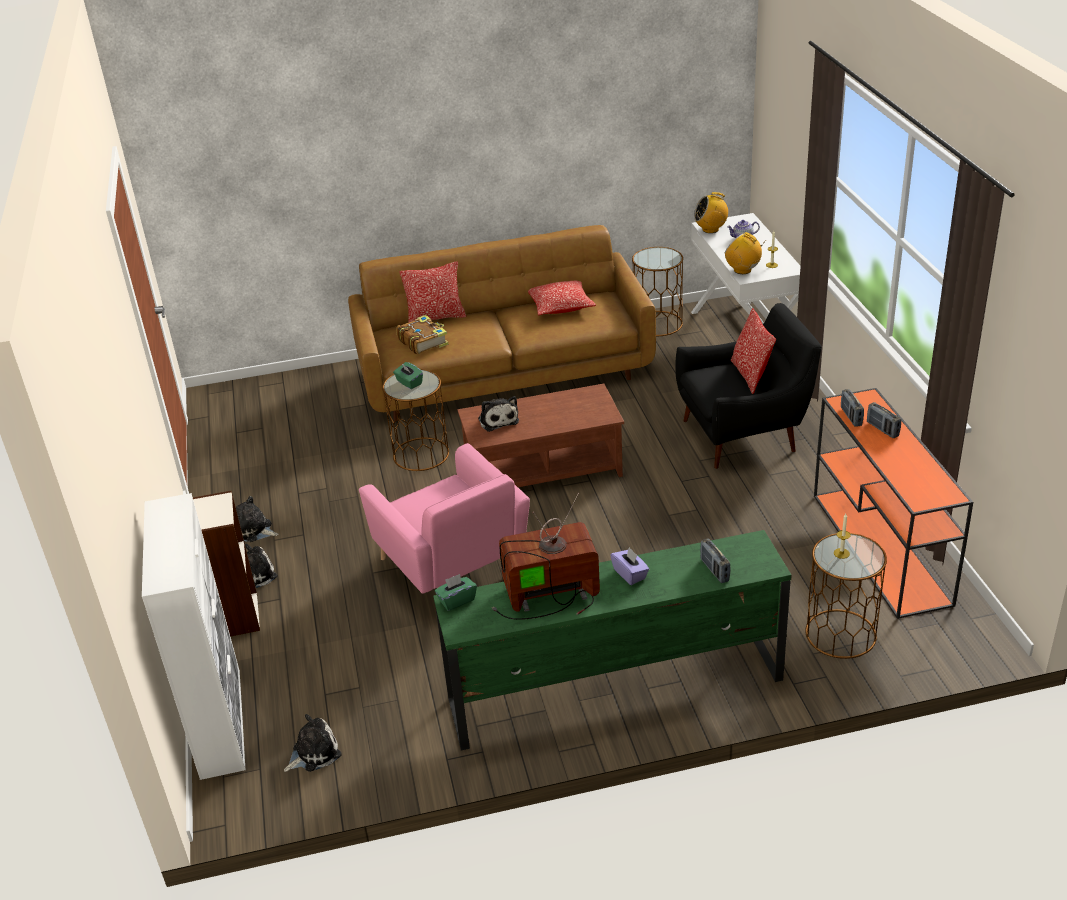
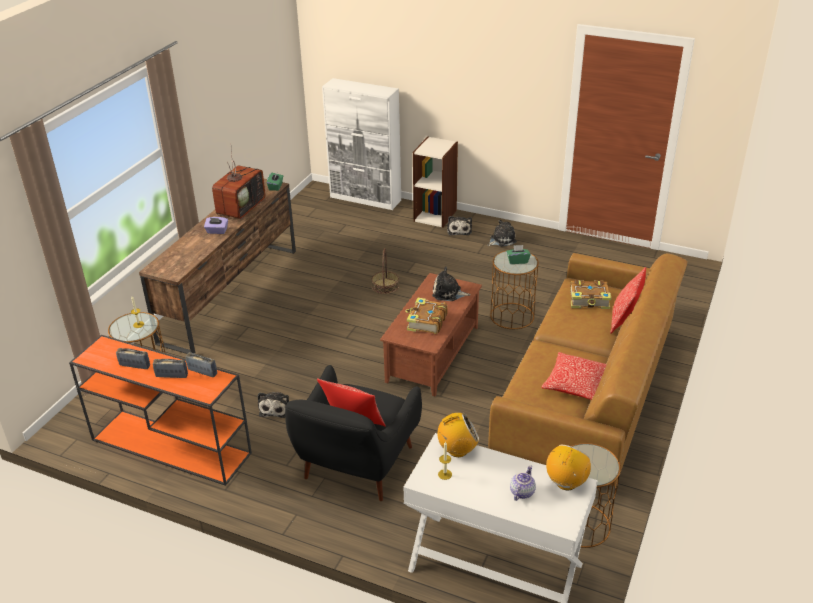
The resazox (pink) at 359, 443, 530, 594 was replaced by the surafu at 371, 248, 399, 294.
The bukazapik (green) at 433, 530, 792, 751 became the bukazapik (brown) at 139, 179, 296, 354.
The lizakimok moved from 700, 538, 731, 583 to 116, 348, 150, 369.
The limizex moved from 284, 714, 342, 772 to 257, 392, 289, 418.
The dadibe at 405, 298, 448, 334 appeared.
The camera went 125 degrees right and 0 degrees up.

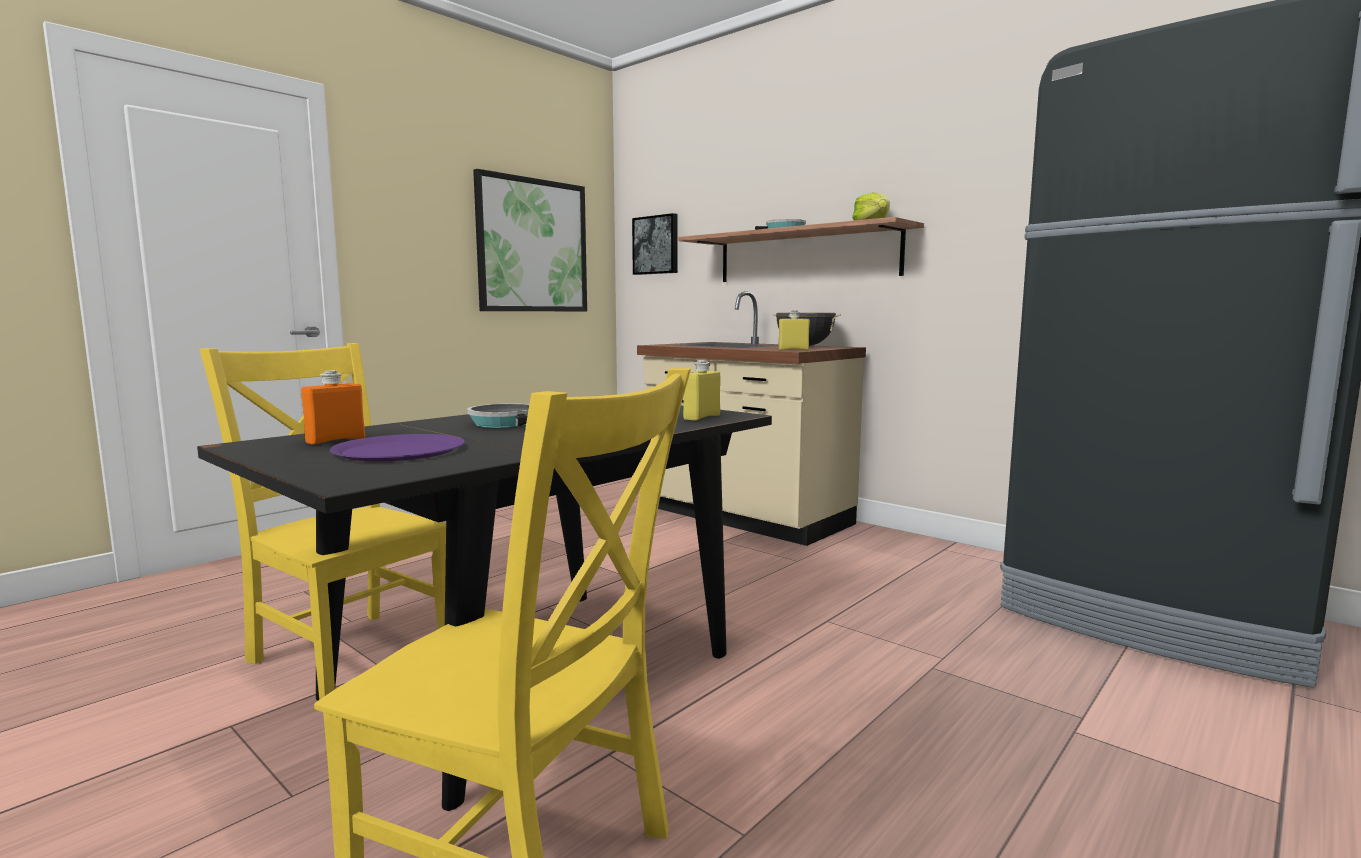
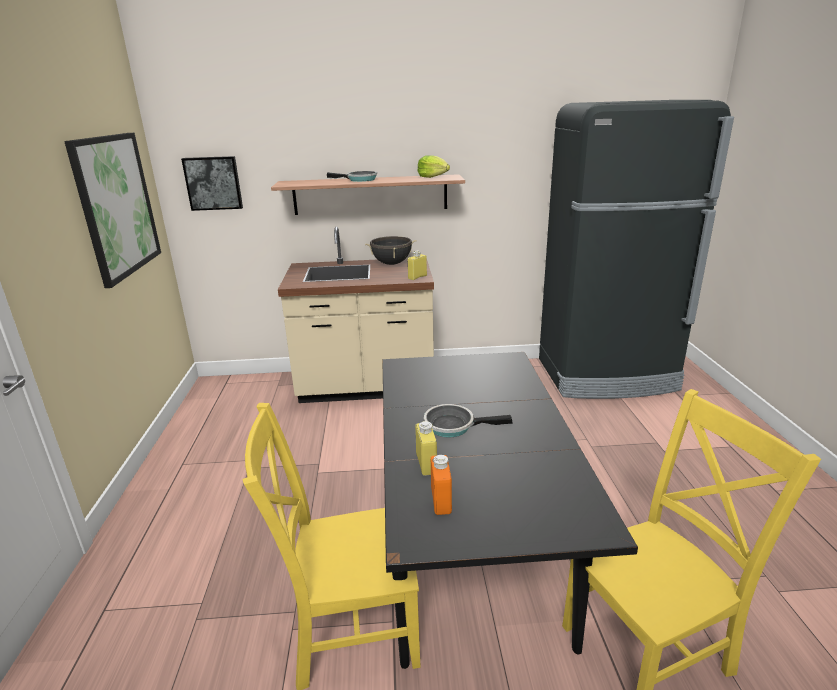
The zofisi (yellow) moved from 683, 360, 720, 421 to 415, 421, 437, 476.
The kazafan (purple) at 330, 434, 465, 461 disappeared.
The camera went 45 degrees left and 15 degrees up.

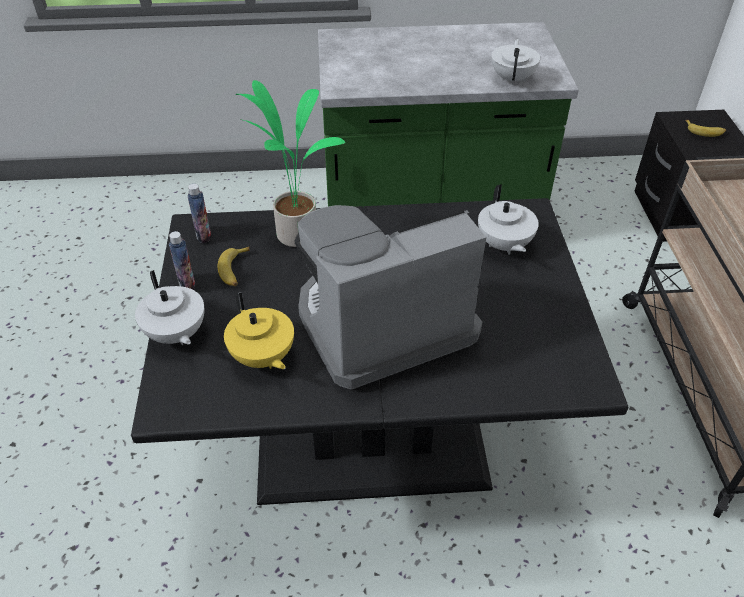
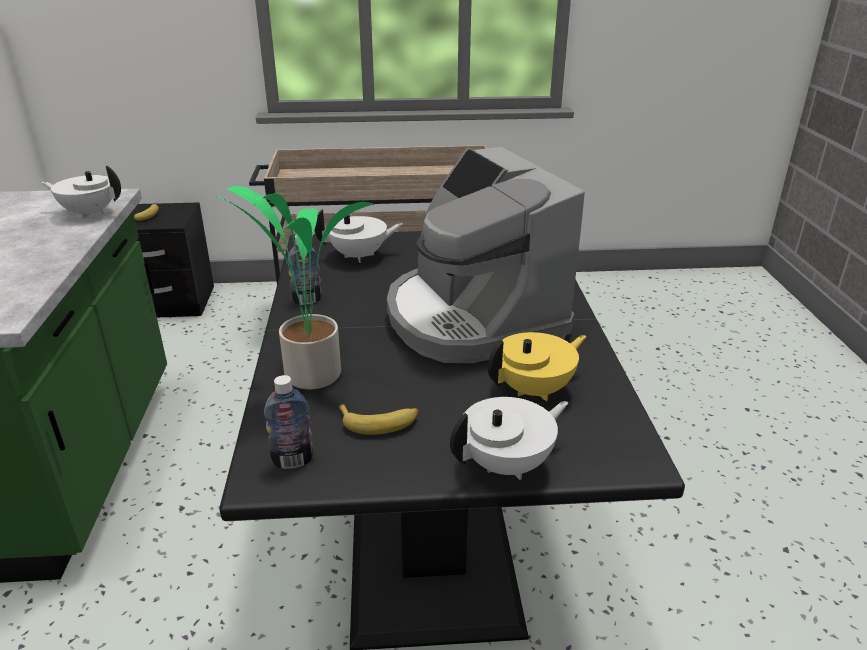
The zofisi moved from 169, 231, 195, 290 to 288, 235, 322, 305.
The camera went 90 degrees left and 15 degrees down.

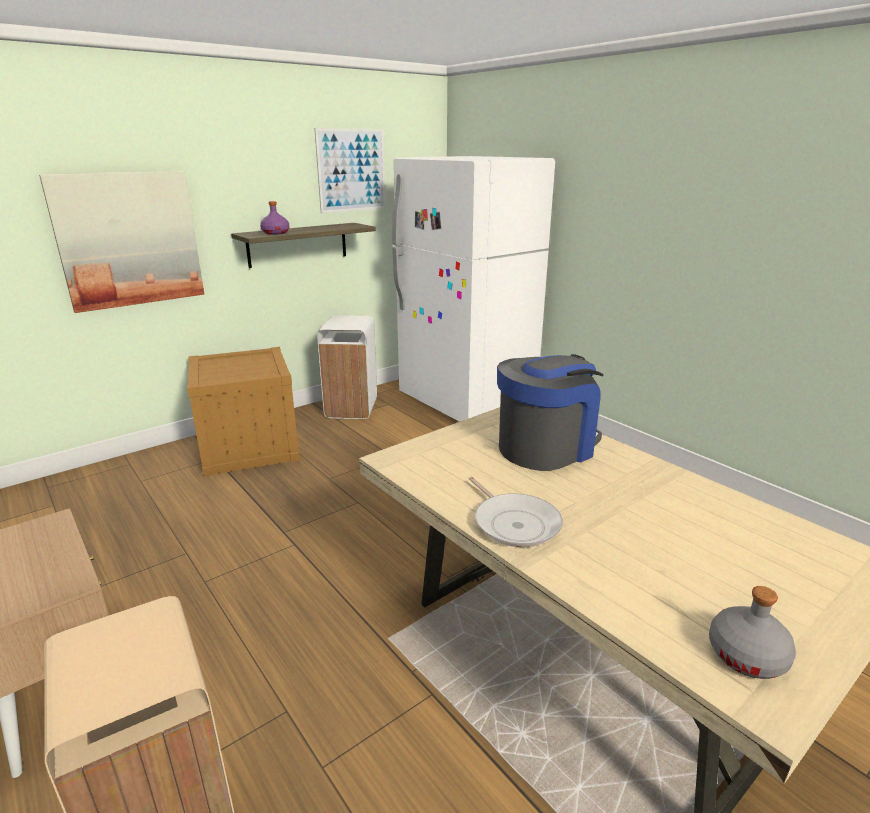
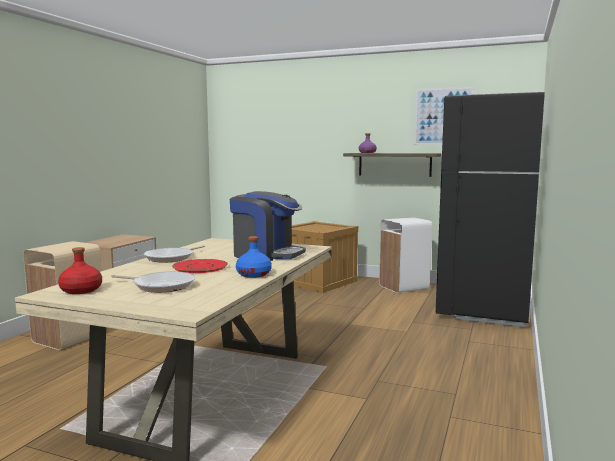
The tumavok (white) at 392, 156, 555, 422 became the tumavok (black) at 436, 92, 545, 327.
The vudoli at 39, 171, 204, 313 disappeared.
The zofisi (grey) at 709, 586, 796, 679 became the zofisi (red) at 58, 247, 102, 294.
The zofisi (blue) at 236, 236, 272, 278 appeared.
The kazafan (red) at 172, 259, 228, 273 appeared.
The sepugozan at 111, 272, 195, 293 appeared.
The camera went 60 degrees right and 15 degrees down.

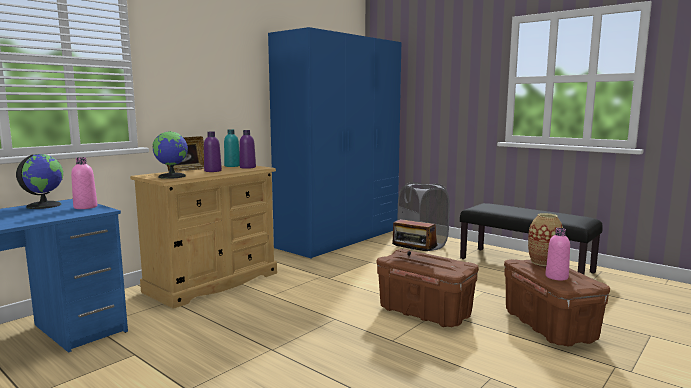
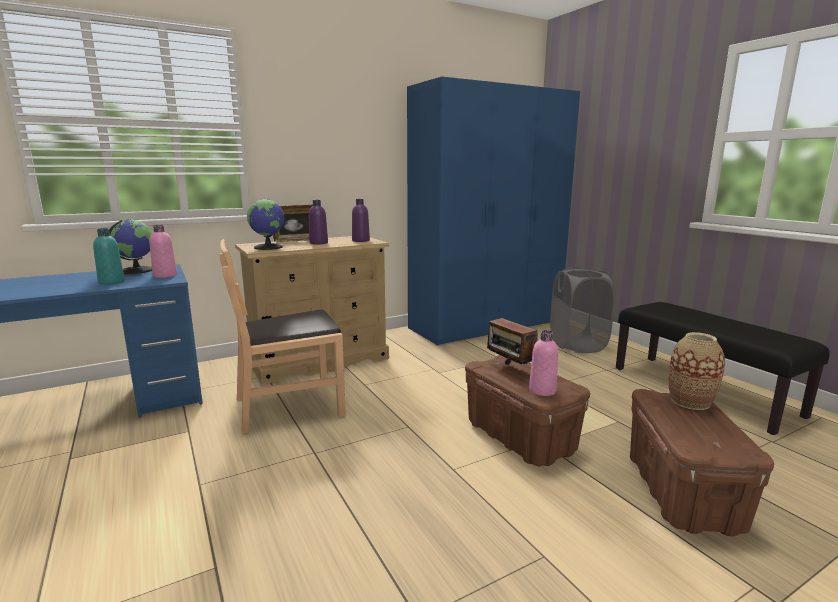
The zofisi (turquoise) moved from 224, 129, 240, 167 to 93, 228, 125, 285.
The zofisi (pink) moved from 545, 228, 570, 280 to 529, 330, 558, 396.
The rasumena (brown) at 219, 239, 346, 434 appeared.
The camera went 20 degrees right and 5 degrees up.

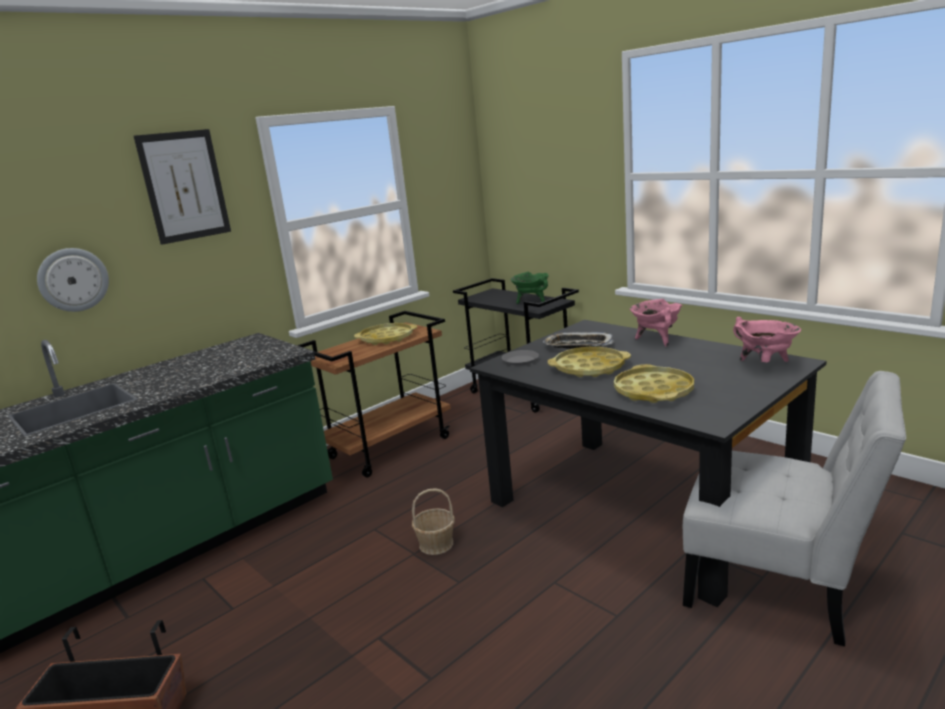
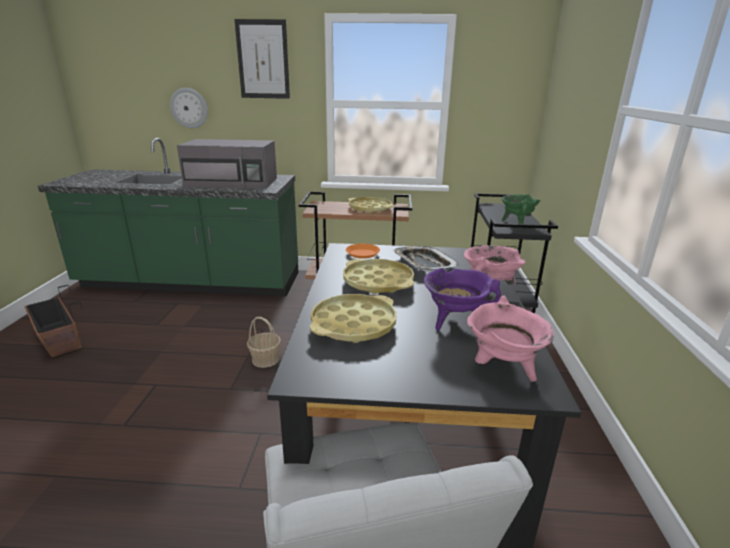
The kazafan (grey) at 502, 350, 539, 366 became the kazafan (orange) at 346, 244, 380, 259.
The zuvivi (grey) at 177, 139, 277, 189 appeared.
The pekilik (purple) at 424, 268, 501, 331 appeared.
The camera went 45 degrees right and 5 degrees up.

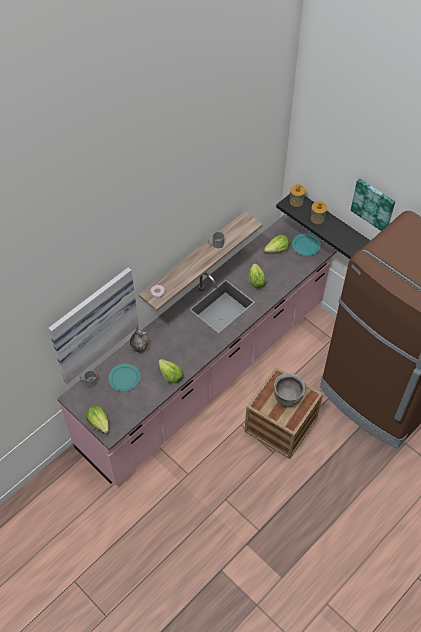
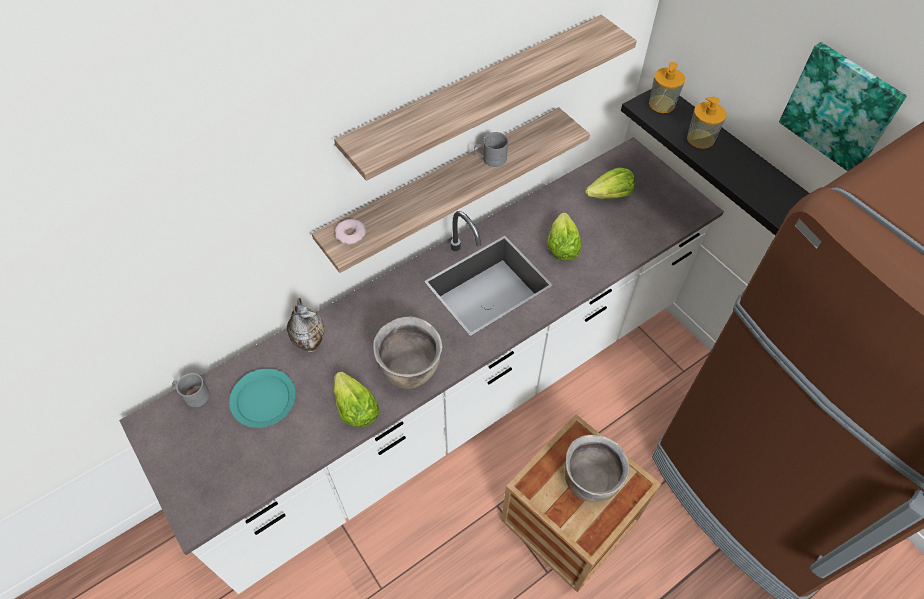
The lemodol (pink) at 57, 214, 337, 486 became the lemodol (white) at 119, 137, 724, 594.
The kazafan (turquoise) at 292, 233, 321, 256 disappeared.
The vudoli at 48, 267, 139, 384 disappeared.
The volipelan at 86, 406, 109, 434 disappeared.
The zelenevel at 334, 15, 637, 181 appeared.
The pekilik (brown) at 373, 316, 443, 389 appeared.
The camera went 10 degrees right and 0 degrees up.

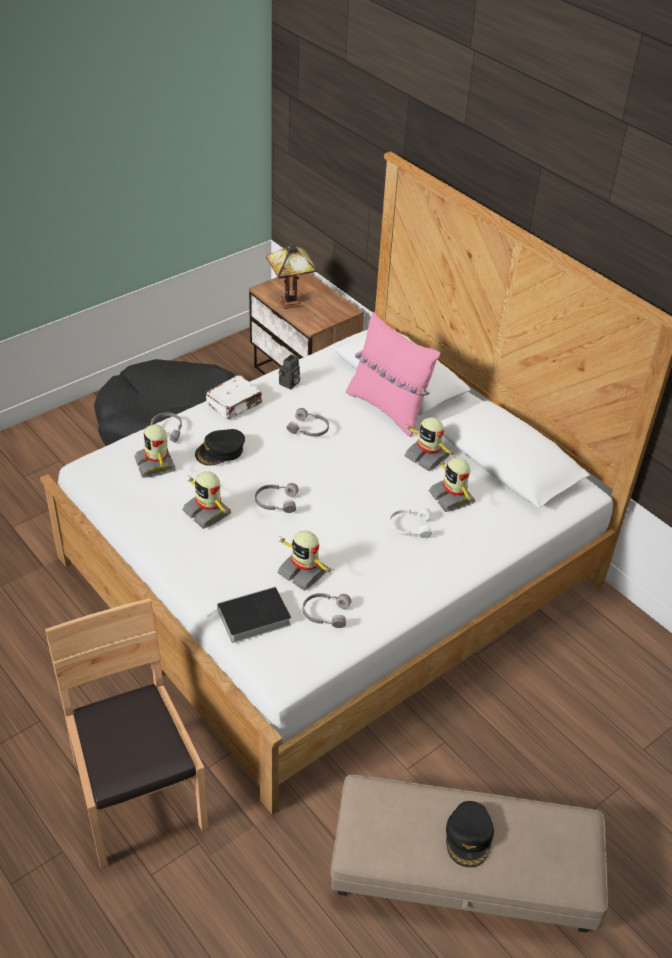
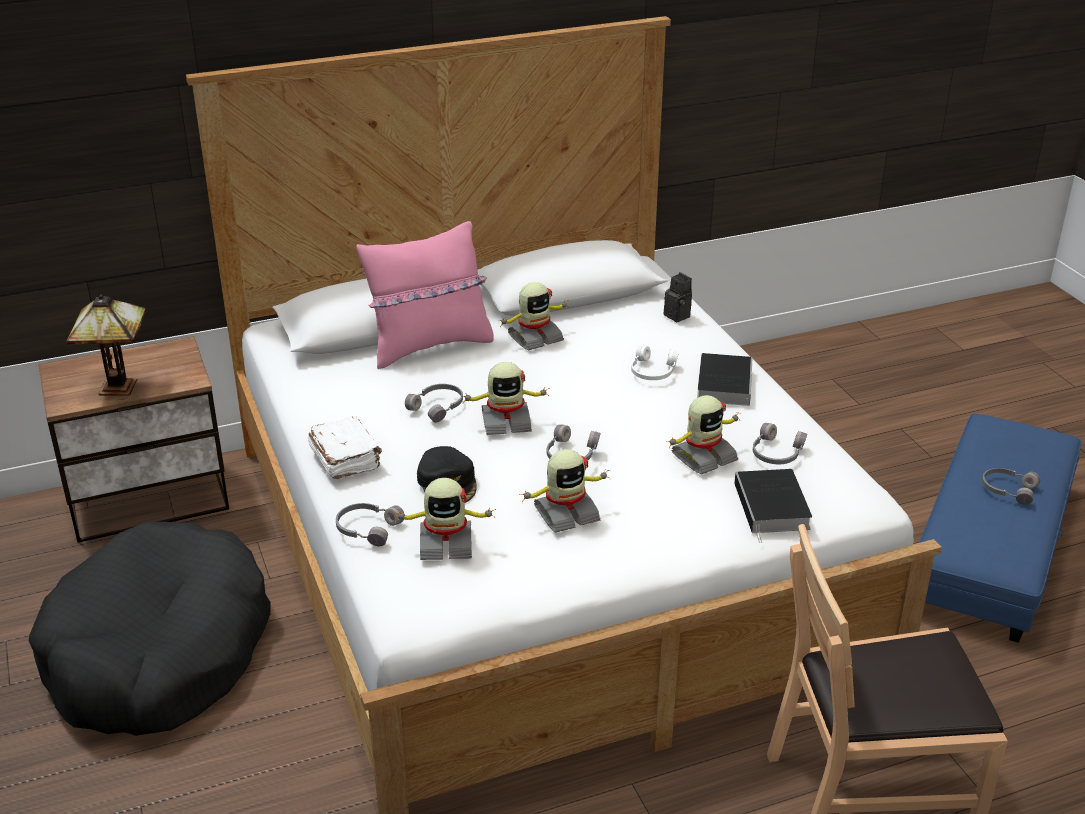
The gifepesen moved from 279, 354, 300, 389 to 664, 272, 692, 323.
The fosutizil moved from 429, 458, 475, 512 to 463, 362, 549, 435.
The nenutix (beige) at 331, 775, 608, 933 became the nenutix (blue) at 919, 414, 1082, 643.
The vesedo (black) at 446, 801, 494, 867 was replaced by the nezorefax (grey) at 982, 468, 1040, 505.
The dadibe at 697, 353, 753, 406 appeared.
The camera went 70 degrees left and 10 degrees down.

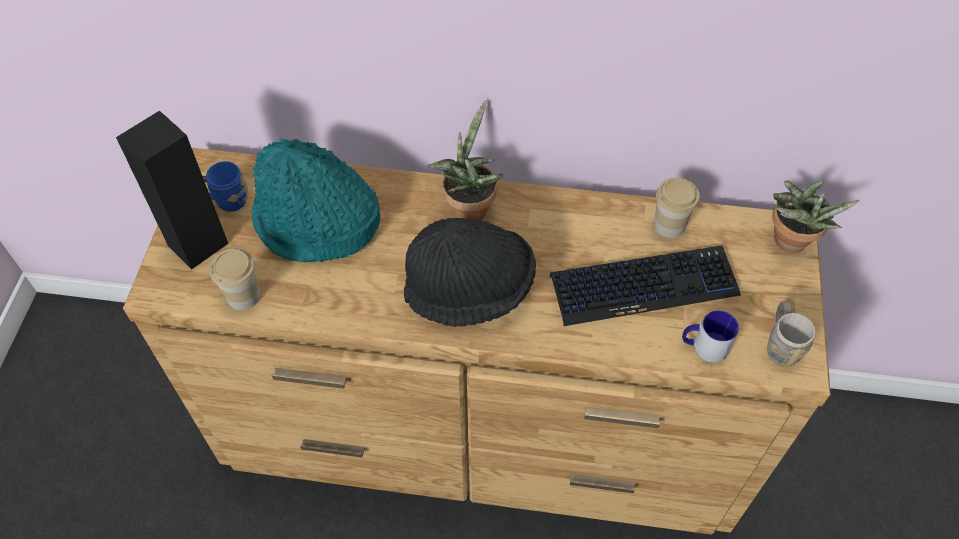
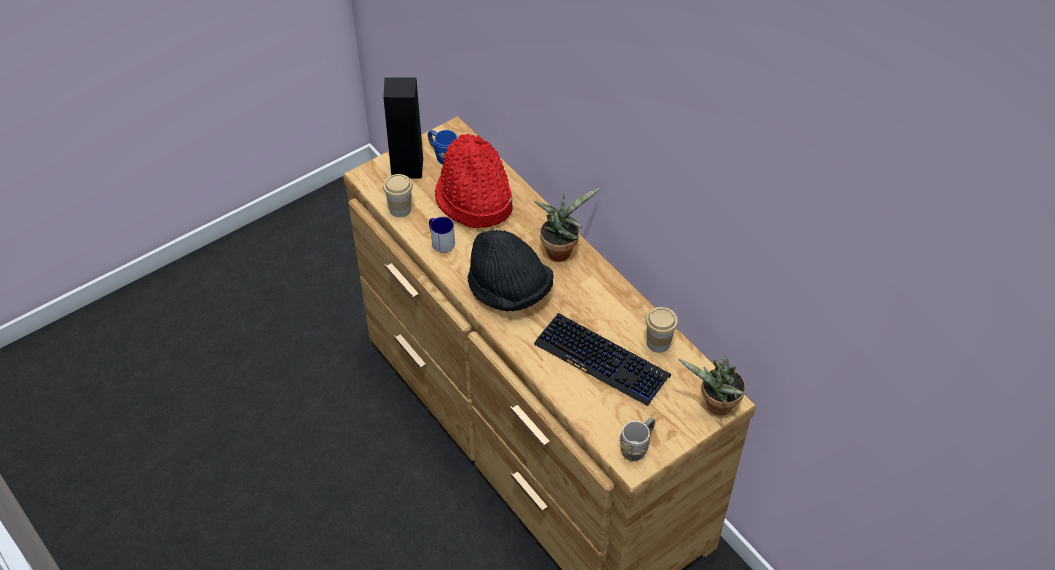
The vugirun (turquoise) at 252, 138, 380, 263 became the vugirun (red) at 435, 134, 513, 228.
The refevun moved from 682, 310, 739, 363 to 429, 217, 455, 253.
The camera went 45 degrees right and 5 degrees down.

